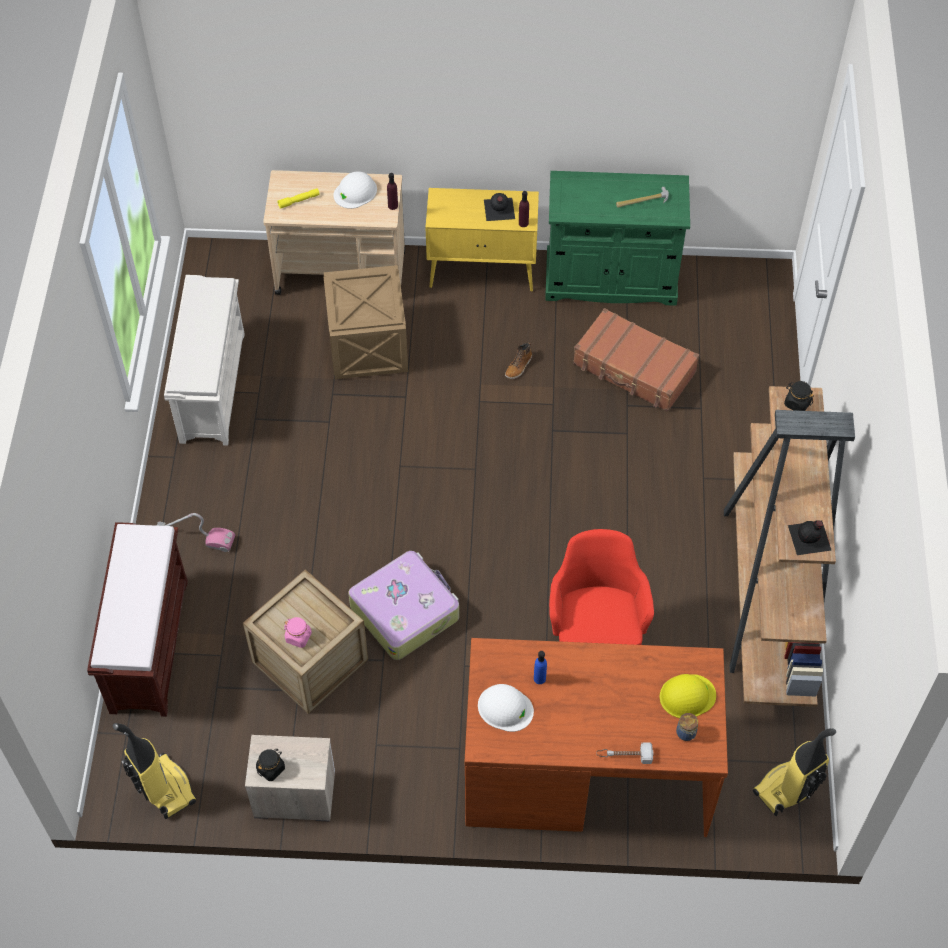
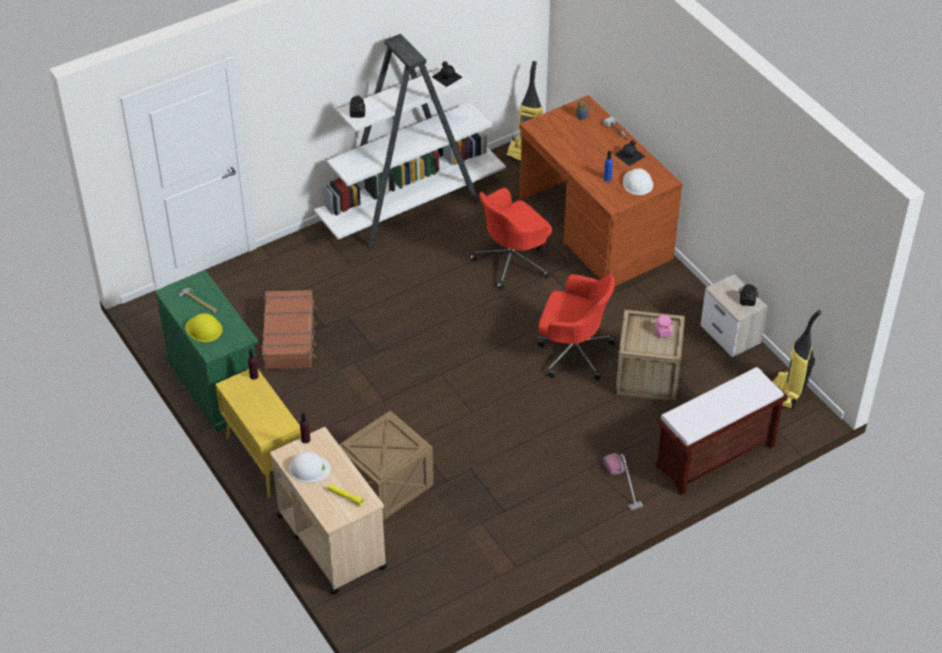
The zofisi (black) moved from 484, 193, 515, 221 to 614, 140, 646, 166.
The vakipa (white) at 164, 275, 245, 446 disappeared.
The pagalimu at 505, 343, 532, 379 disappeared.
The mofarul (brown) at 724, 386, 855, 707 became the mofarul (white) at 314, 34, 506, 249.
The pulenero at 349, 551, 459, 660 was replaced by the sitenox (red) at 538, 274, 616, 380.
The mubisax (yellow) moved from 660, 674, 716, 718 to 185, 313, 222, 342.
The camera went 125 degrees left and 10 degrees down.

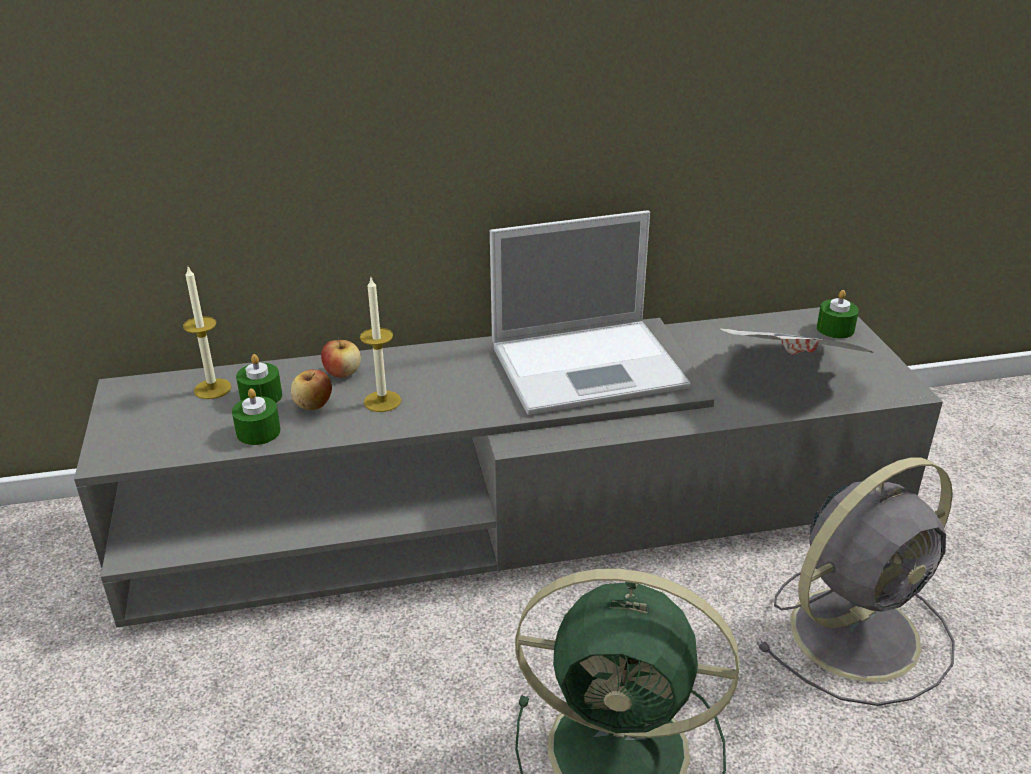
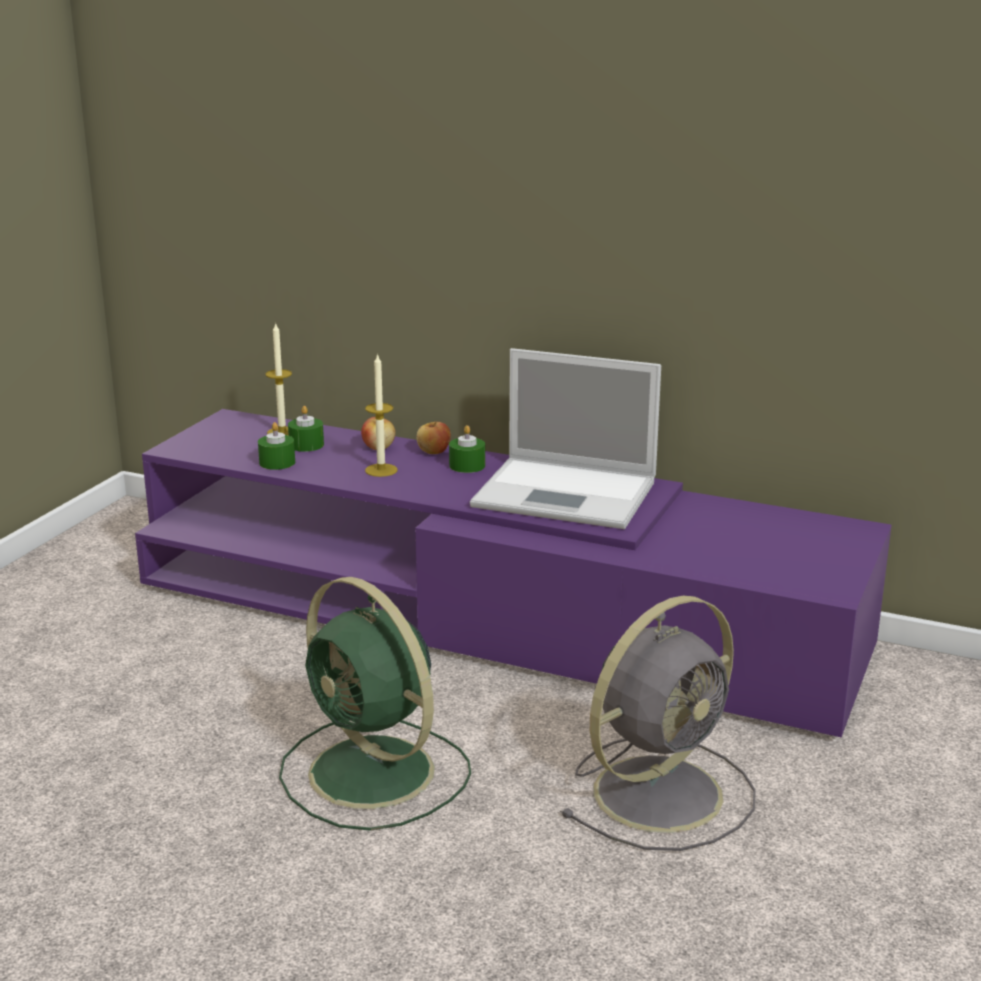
The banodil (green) moved from 817, 290, 859, 339 to 449, 425, 485, 473.
The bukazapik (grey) at 74, 307, 943, 627 became the bukazapik (purple) at 135, 409, 892, 737.
The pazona at 720, 328, 872, 355 disappeared.
The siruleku moved from 291, 370, 332, 410 to 416, 422, 451, 454.
The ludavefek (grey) at 757, 457, 955, 706 turned 45 degrees counterclockwise.
The camera went 35 degrees right and 10 degrees down.

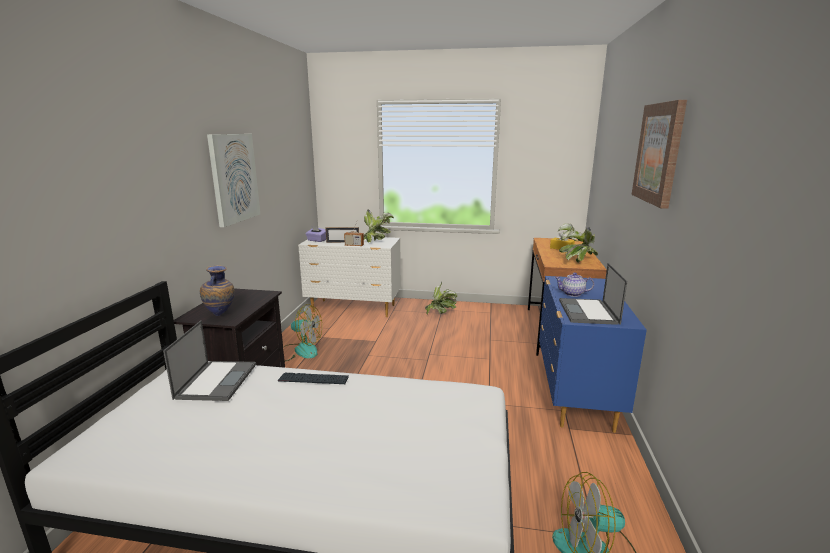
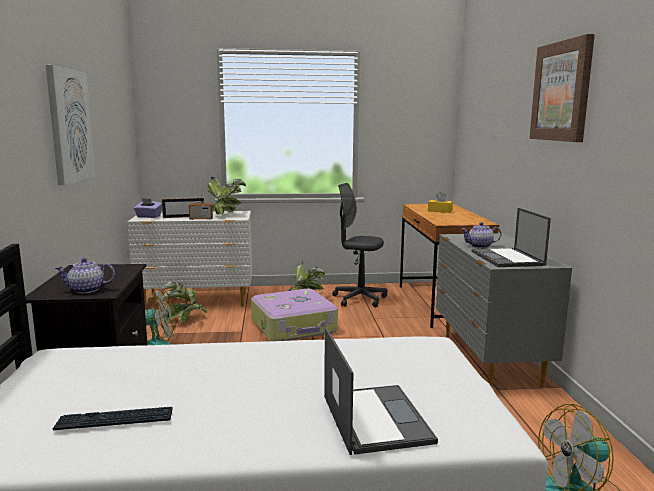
The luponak moved from 558, 223, 598, 263 to 162, 281, 207, 323.
The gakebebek at 200, 265, 235, 316 was replaced by the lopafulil at 55, 258, 115, 294.
The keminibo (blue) at 539, 276, 647, 433 became the keminibo (grey) at 436, 233, 572, 387.
The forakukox moved from 163, 320, 256, 401 to 324, 327, 438, 455.
The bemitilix moved from 278, 373, 349, 384 to 53, 407, 172, 430.
The sitenox (grey) at 332, 183, 388, 308 appeared.
The pulenero at 251, 289, 338, 341 appeared.
The camera went 15 degrees left and 5 degrees down.

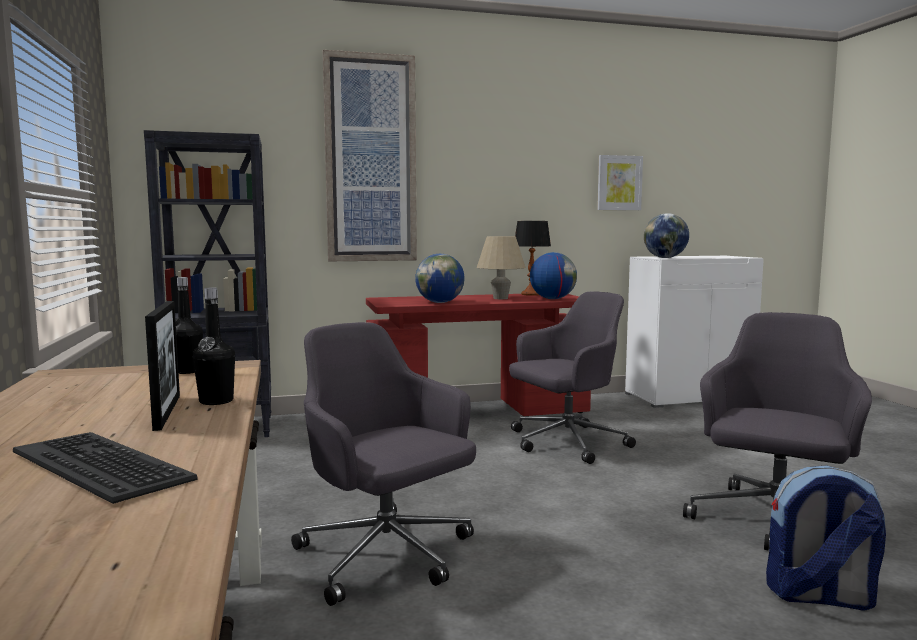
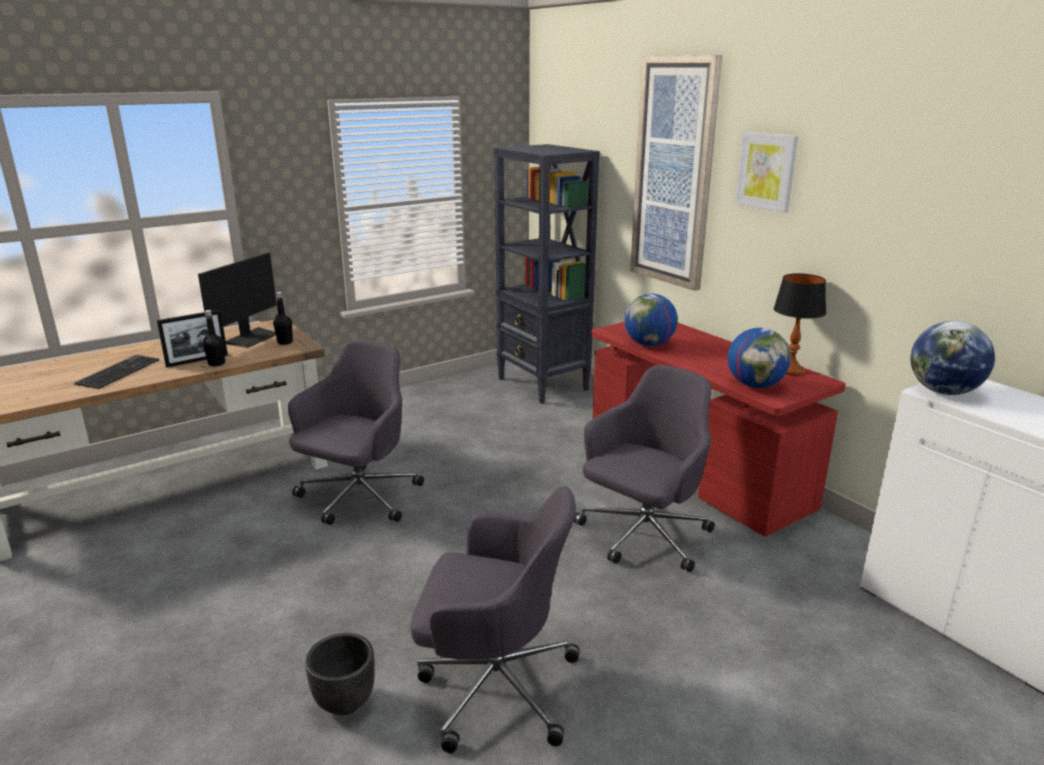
The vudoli moved from 597, 155, 643, 210 to 735, 132, 798, 213.
The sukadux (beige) at 477, 236, 526, 299 disappeared.
The sitenox (grey) at 509, 291, 636, 464 turned 90 degrees counterclockwise.
The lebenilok at 766, 465, 886, 611 was replaced by the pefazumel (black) at 305, 633, 375, 715.
The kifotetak at 198, 253, 277, 348 appeared.
The camera went 70 degrees right and 15 degrees up.

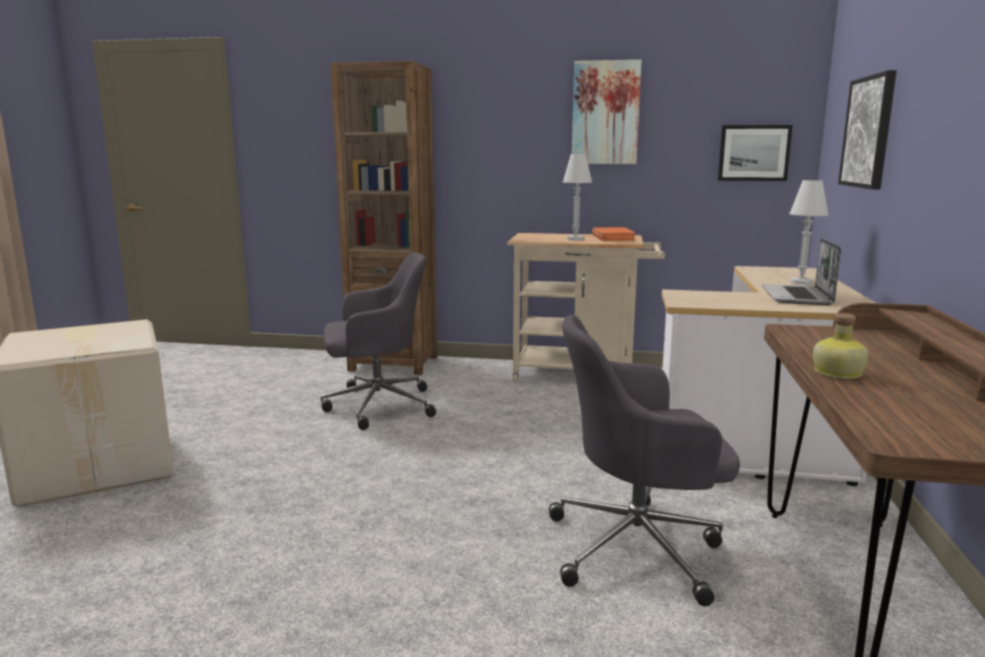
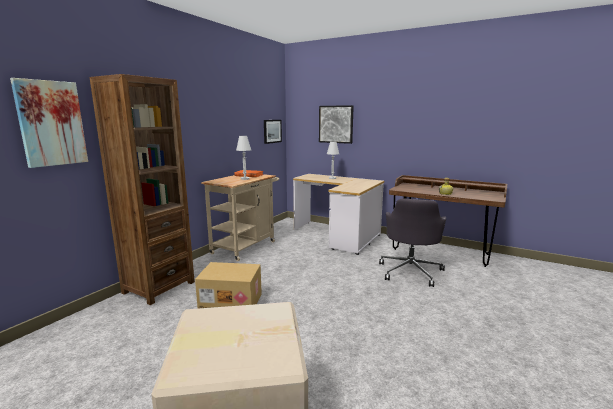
The vudoli moved from 572, 60, 642, 164 to 10, 78, 88, 168.
The forakukox at 762, 238, 841, 305 disappeared.
The sitenox (grey) at 320, 253, 436, 430 was replaced by the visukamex at 195, 262, 262, 309.
The camera went 70 degrees left and 0 degrees up.

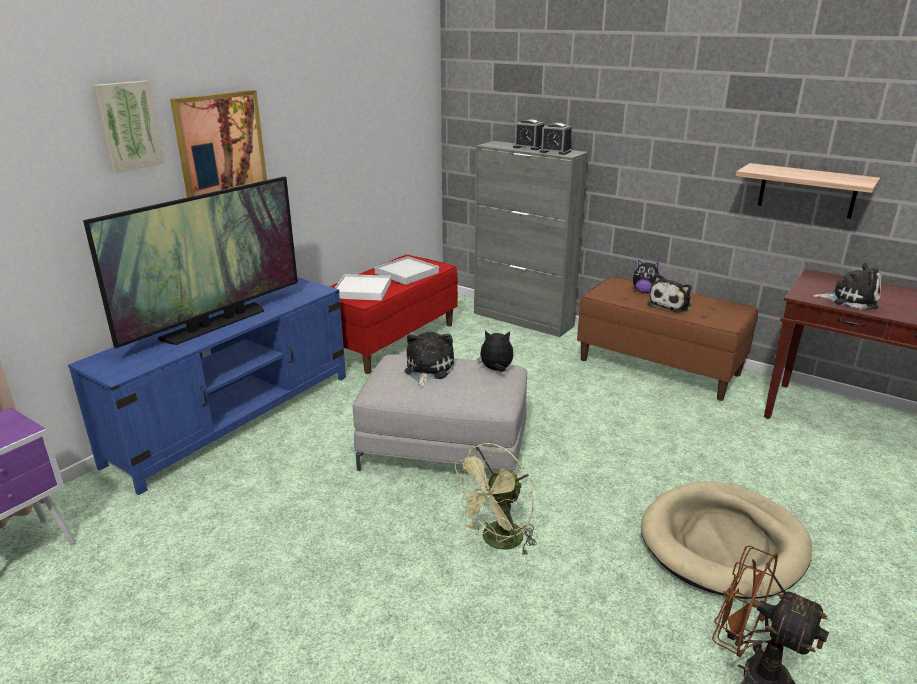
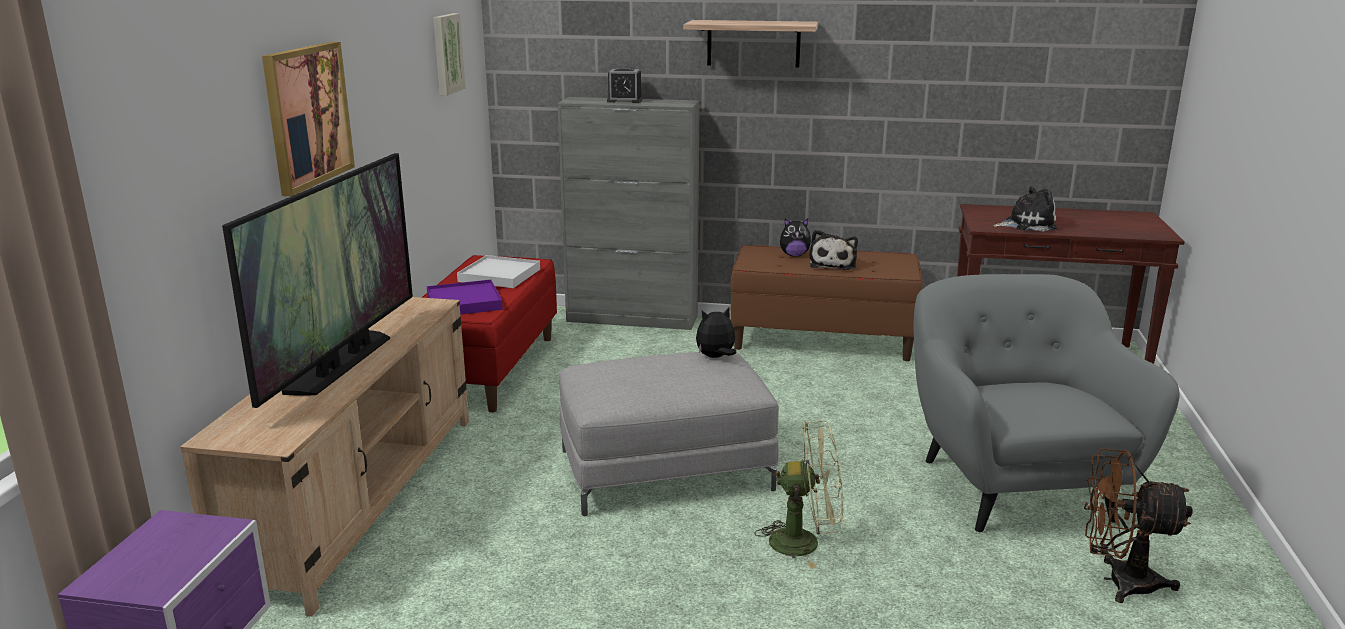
The vudoli moved from 92, 81, 164, 172 to 434, 13, 466, 96.
The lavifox at 539, 123, 572, 155 disappeared.
The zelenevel moved from 736, 163, 880, 219 to 683, 20, 818, 68.
The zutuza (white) at 335, 274, 391, 300 became the zutuza (purple) at 427, 280, 503, 314.
The bukazapik (blue) at 68, 277, 346, 495 became the bukazapik (beige) at 180, 297, 469, 616.
The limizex at 405, 332, 454, 387 disappeared.
The ludavefek (green) at 451, 443, 537, 556 turned 105 degrees counterclockwise.
The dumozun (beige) at 641, 482, 812, 599 was replaced by the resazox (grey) at 914, 274, 1180, 532.
The camera went 25 degrees left and 5 degrees down.

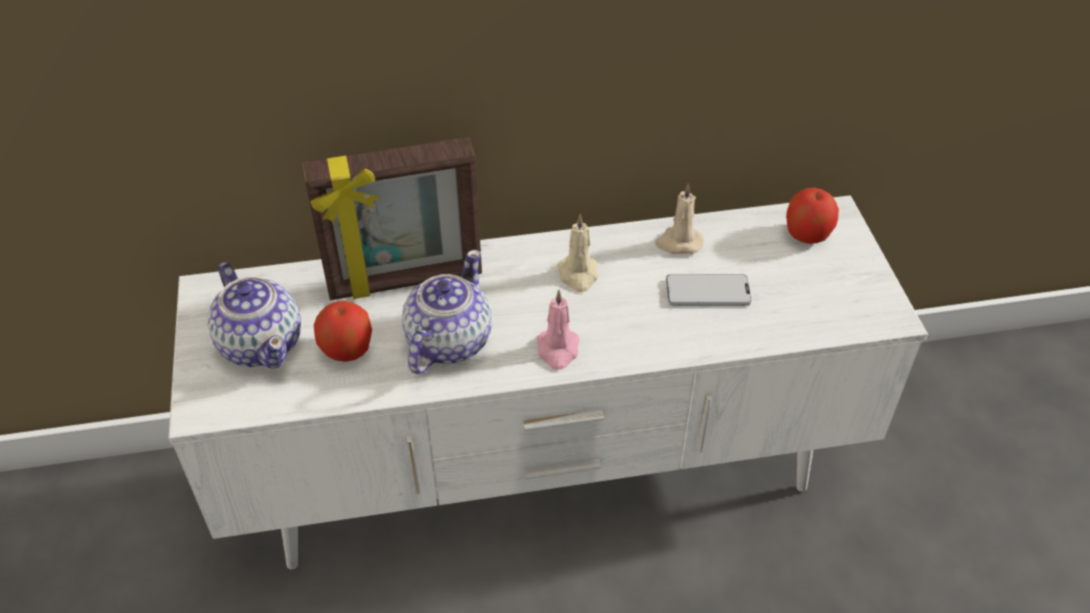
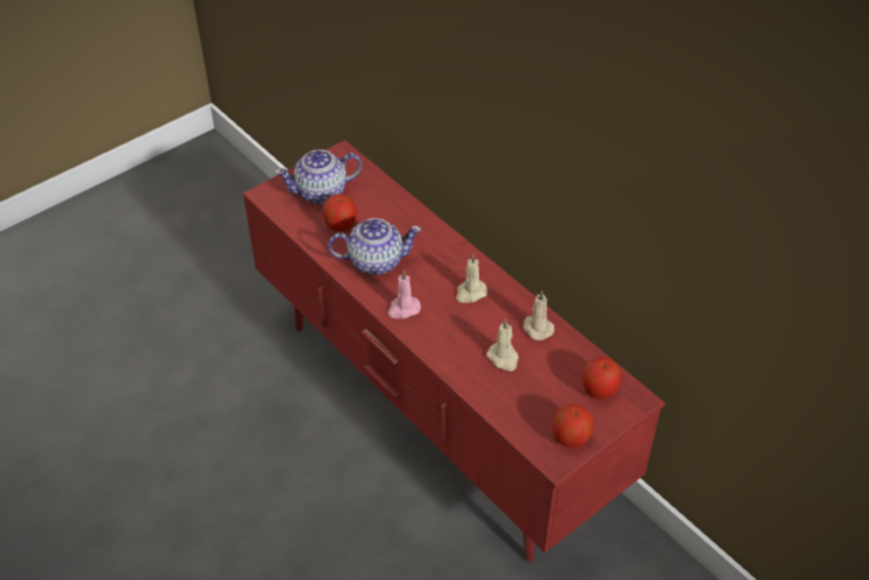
The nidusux at 302, 137, 482, 300 disappeared.
The bukazapik (white) at 169, 195, 928, 570 became the bukazapik (red) at 243, 140, 665, 562.
The lopafulil at 207, 262, 301, 369 turned 45 degrees clockwise.
The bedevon at 666, 274, 752, 306 was replaced by the banodil (beige) at 487, 319, 519, 371.
The siruleku at 552, 404, 594, 448 appeared.
The camera went 60 degrees right and 0 degrees up.

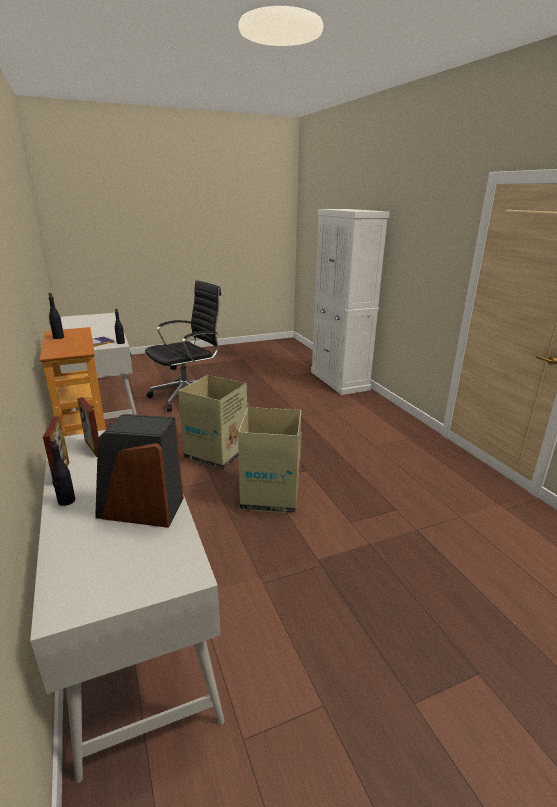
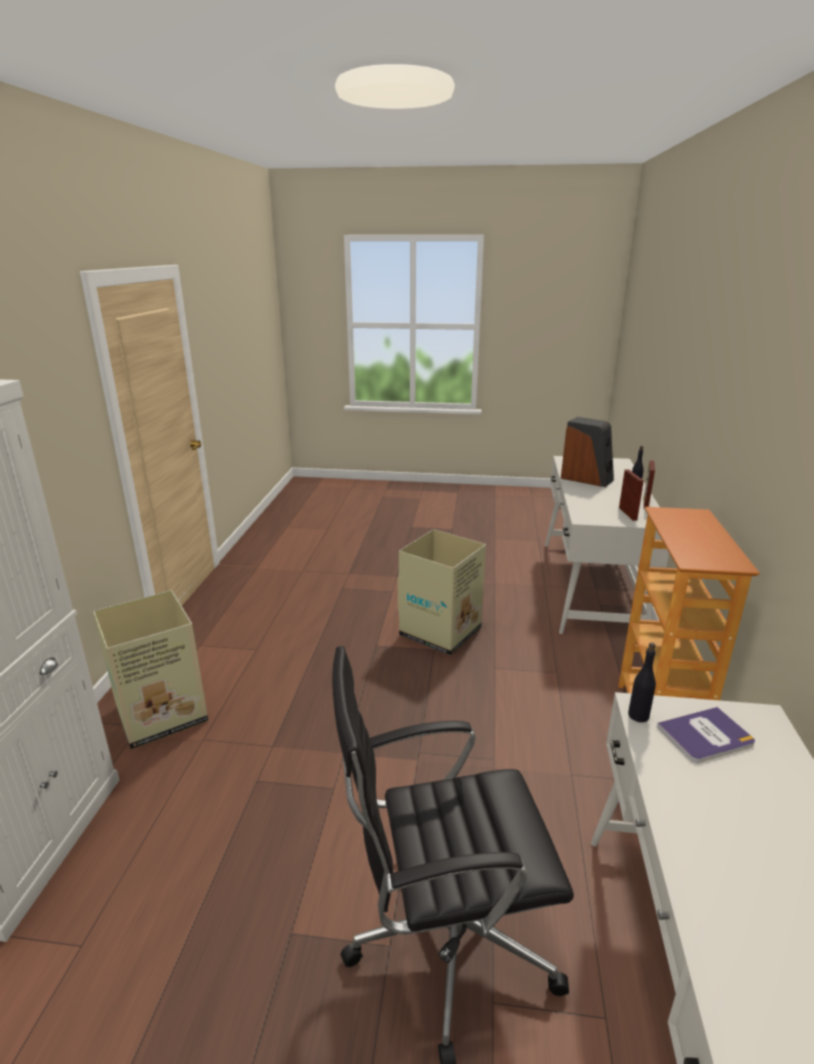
The zofisi (black) at 48, 293, 64, 339 disappeared.
The visukamex moved from 178, 375, 248, 469 to 93, 591, 208, 749.
The camera went 150 degrees left and 0 degrees up.

